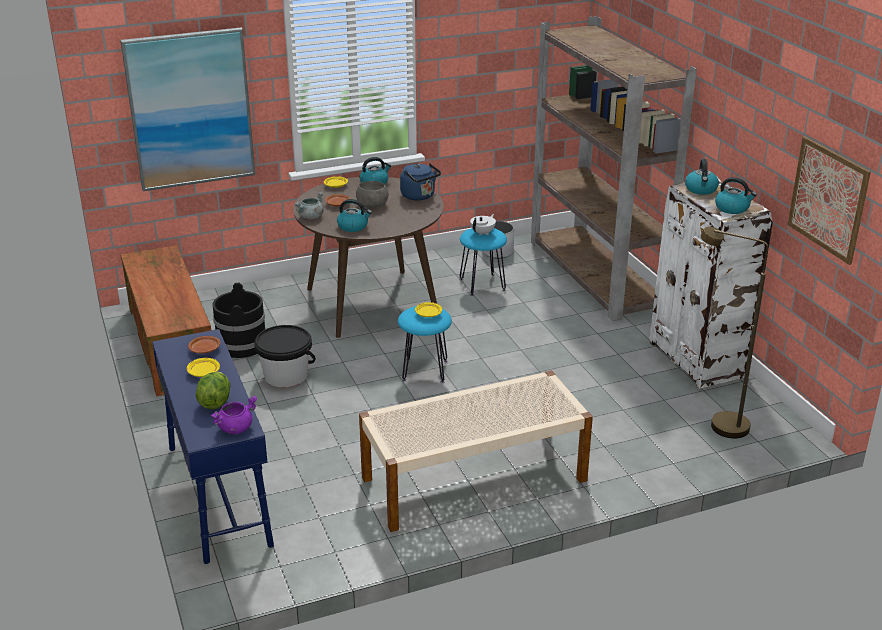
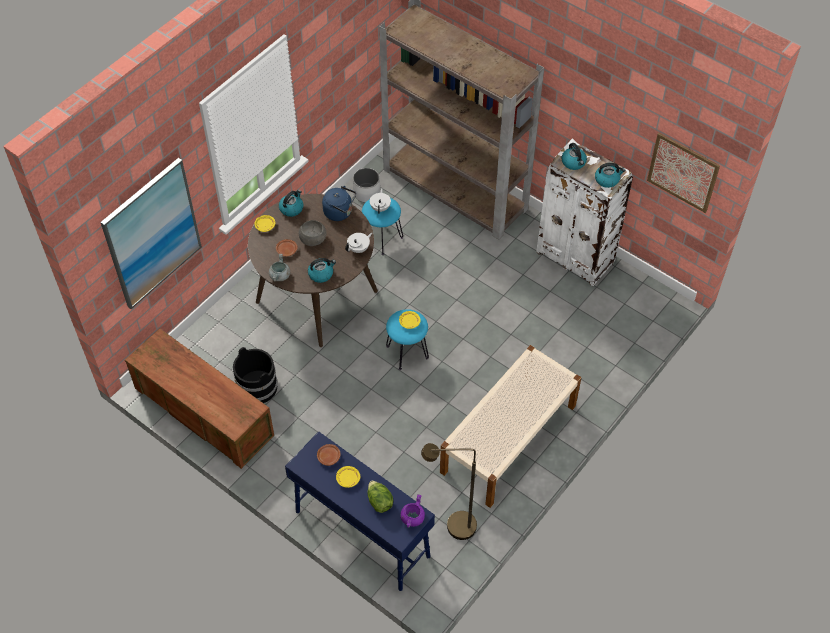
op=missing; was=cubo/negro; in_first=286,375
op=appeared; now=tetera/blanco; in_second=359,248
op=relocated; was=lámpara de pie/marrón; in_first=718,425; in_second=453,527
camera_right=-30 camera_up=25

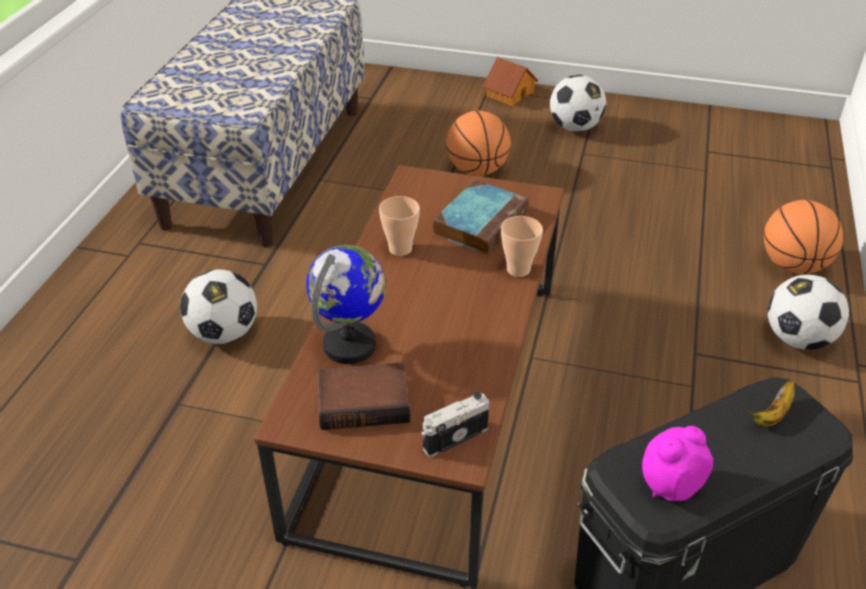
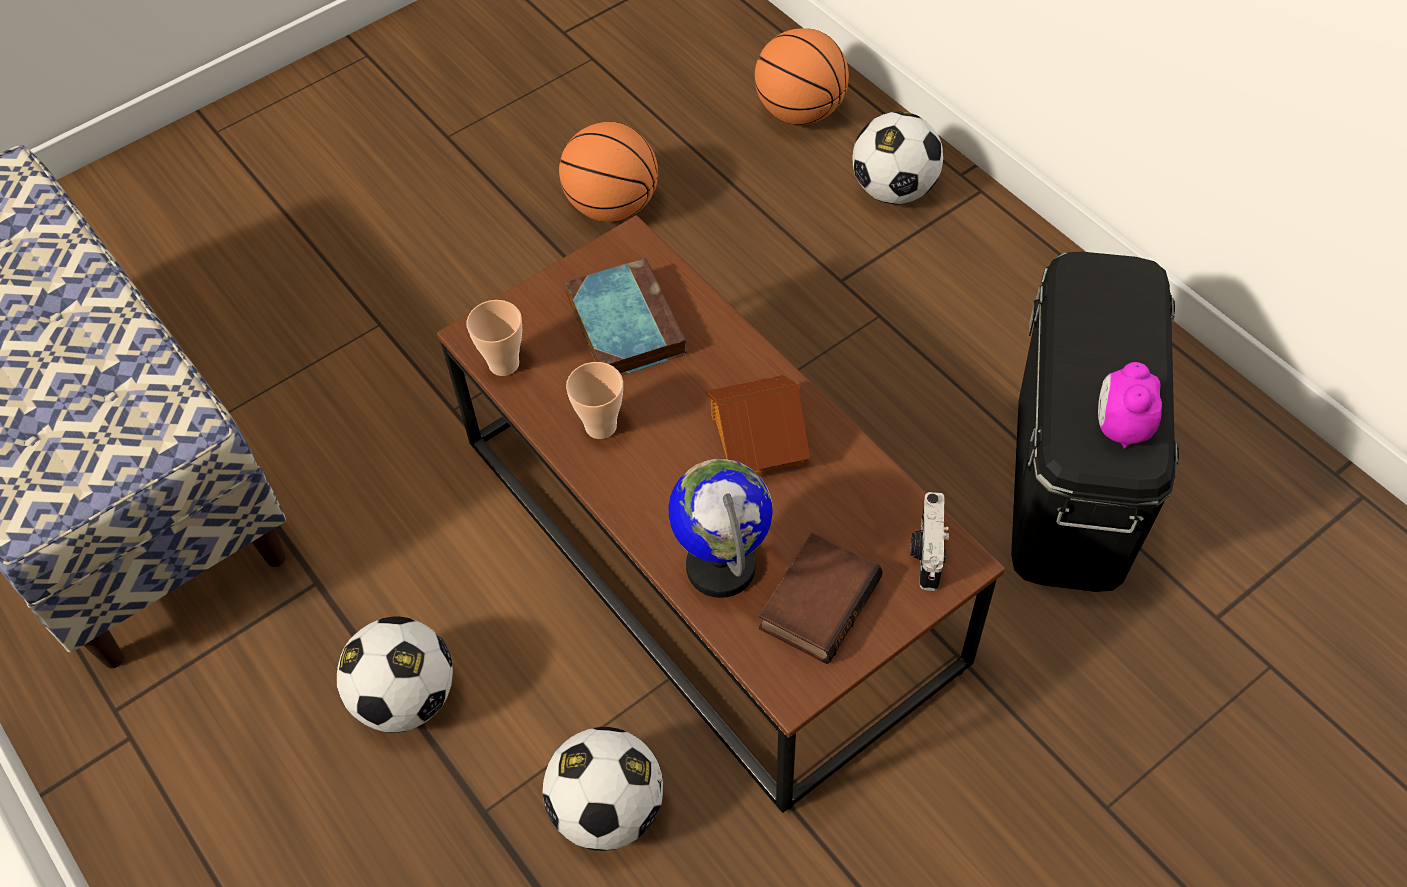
op=missing; was=plátano; in_first=772,415
op=relocated; was=balón de baloncesto; in_first=477,170; in_second=612,206
op=relocated; was=casita; in_first=509,94; in_second=755,439
op=relocated; was=taza; in_first=518,270; in_second=504,364
op=relocated; was=balón de fútbol; in_first=574,127; in_second=608,809
camera_right=-50 camera_up=15

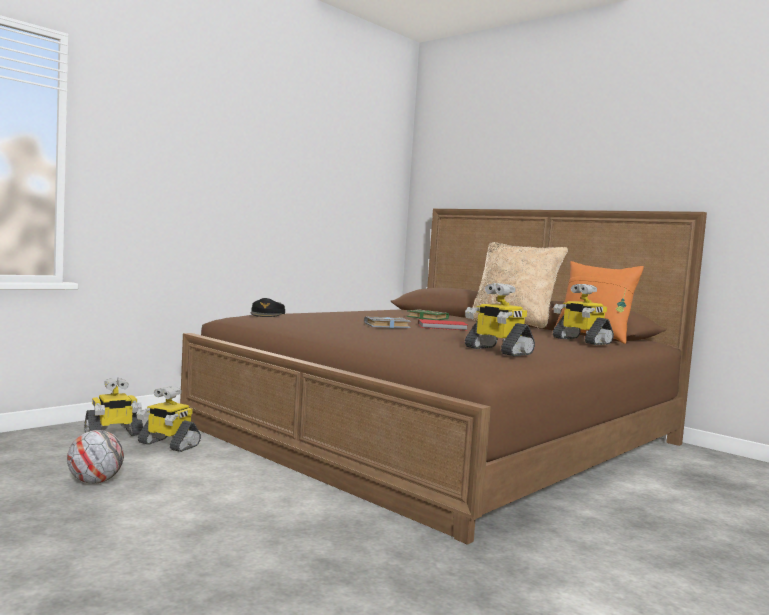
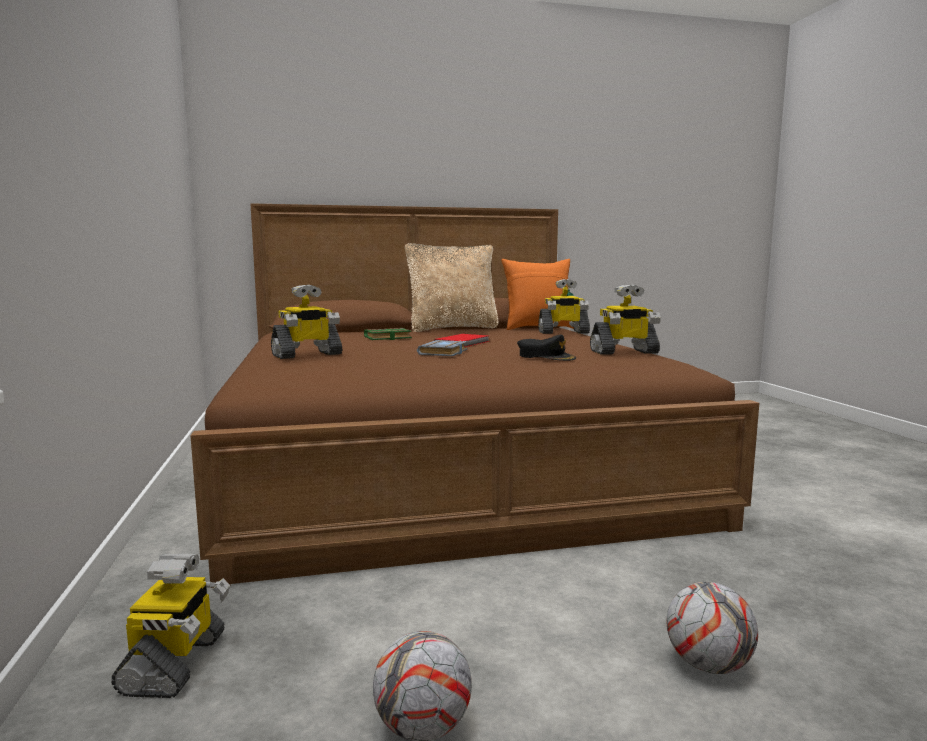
op=appeared; now=balón de fútbol; in_second=708,665
op=relocated; was=robot de juguete; in_first=167,444; in_second=307,355
op=relocated; was=gorra/negro; in_first=267,314; in_second=546,357
camera_right=-55 camera_up=5

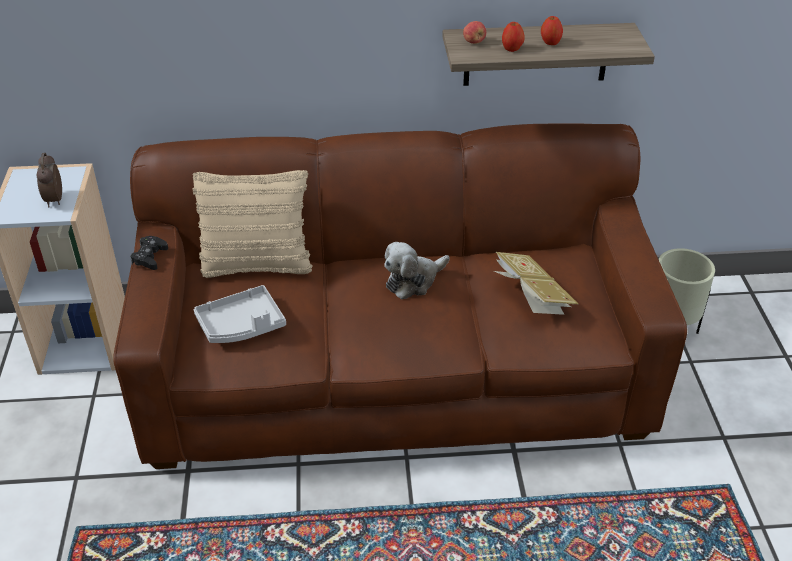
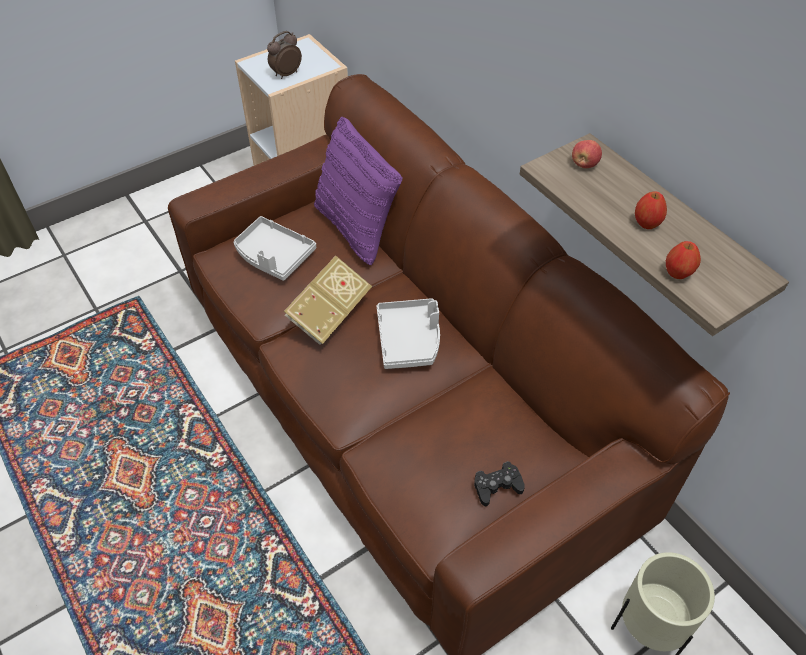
op=relocated; was=mando de consola/negro; in_first=150,257; in_second=497,486
op=relocated; was=libro; in_first=531,298; in_second=328,314
op=relocated; was=manzana; in_first=512,49; in_second=678,273
op=exchanged; was=peluche; now=bandeja/gris; in_first=413,281; in_second=409,340
op=colour; was=cojín/beis; now=cojín/morado; in_first=258,265; in_second=357,230
camera_right=60 camera_up=10

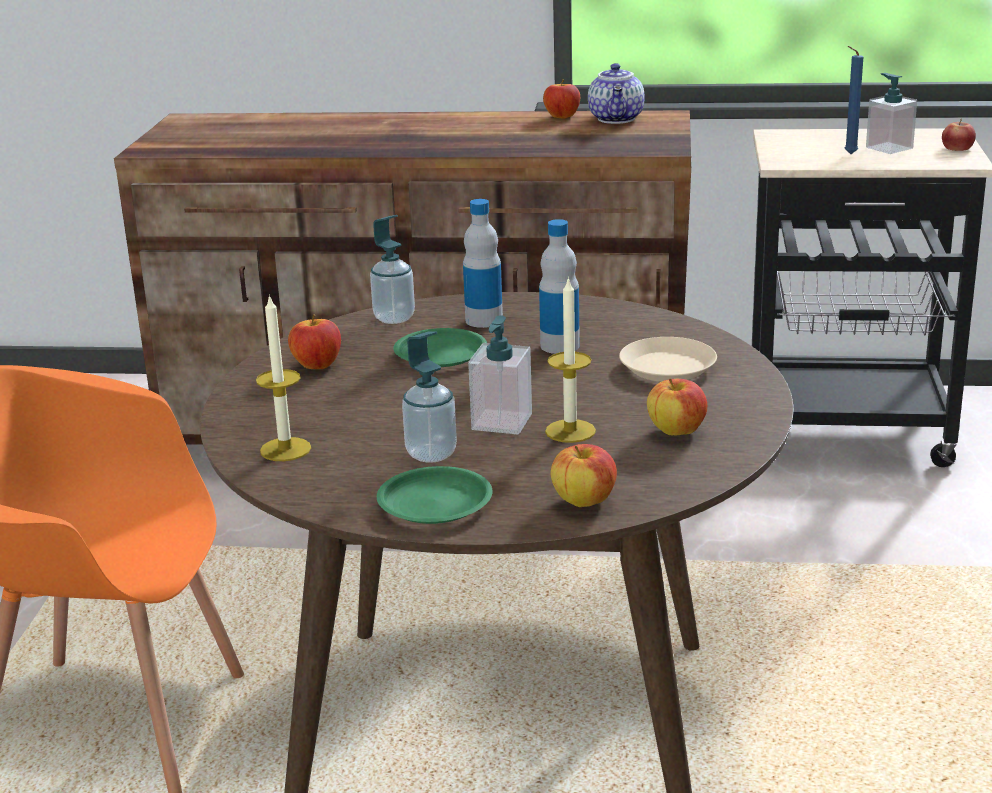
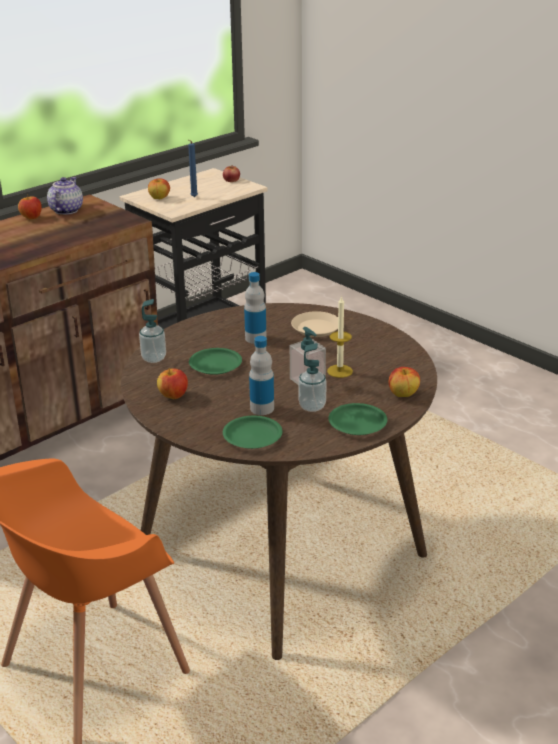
op=missing; was=dispensador de jabón; in_first=889,148
op=relocated; was=botella; in_first=484,320; in_second=262,408
op=relocated; was=manzana; in_first=676,432; in_second=159,198
op=exchanged; was=vela; now=plato/verde; in_first=285,449; in_second=252,436
op=spun; was=tetera; in_first=617,119; in_second=65,210; clockwise=-120
camera_right=-50 camera_up=5

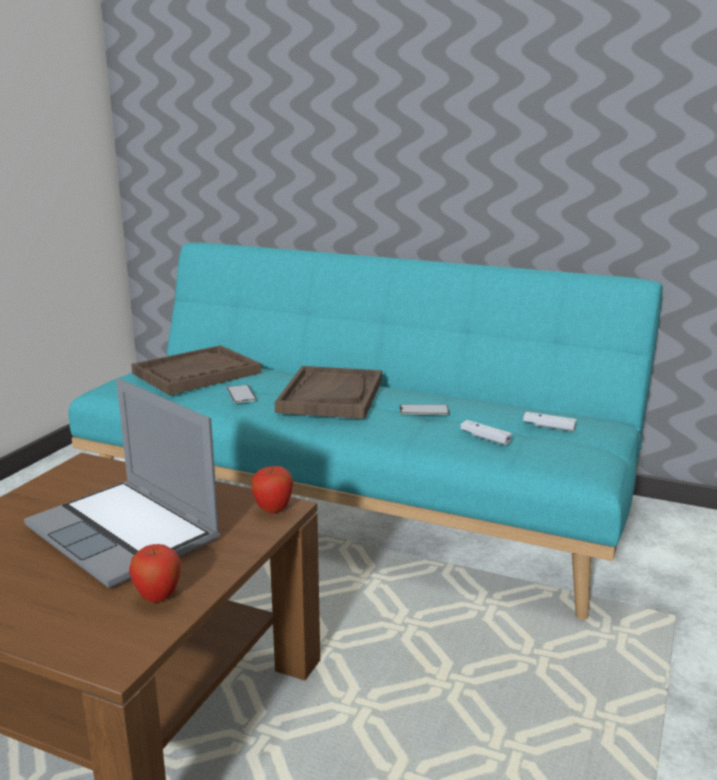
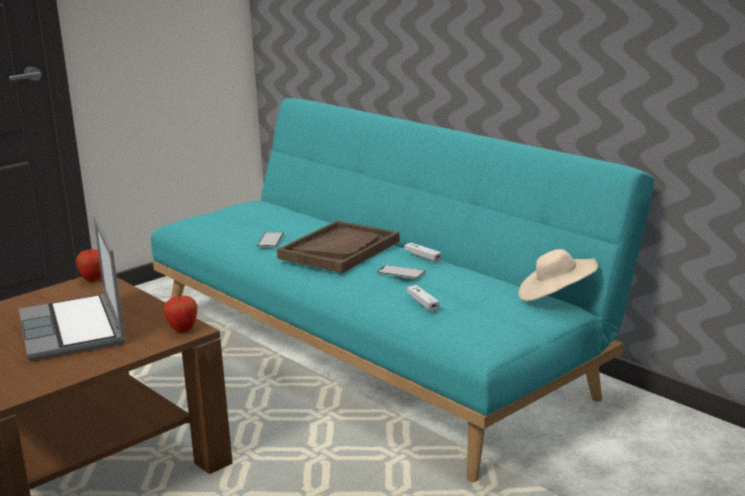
op=missing; was=bandeja/marrón; in_first=196,373
op=appeared; now=sombrero/beis; in_second=555,296
op=relocated; was=manzana; in_first=158,597; in_second=93,280
op=relocated; was=mando de consola/blanco; in_first=549,427; in_second=422,257
camera_right=25 camera_up=0

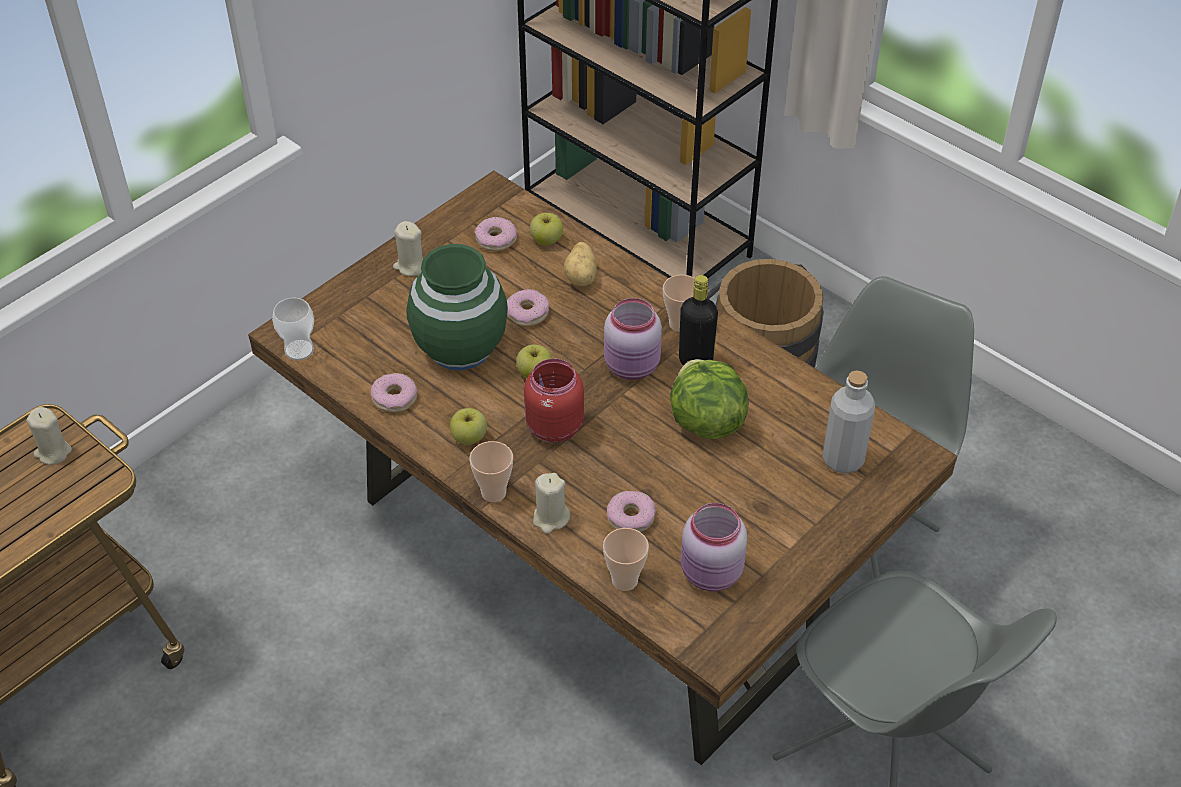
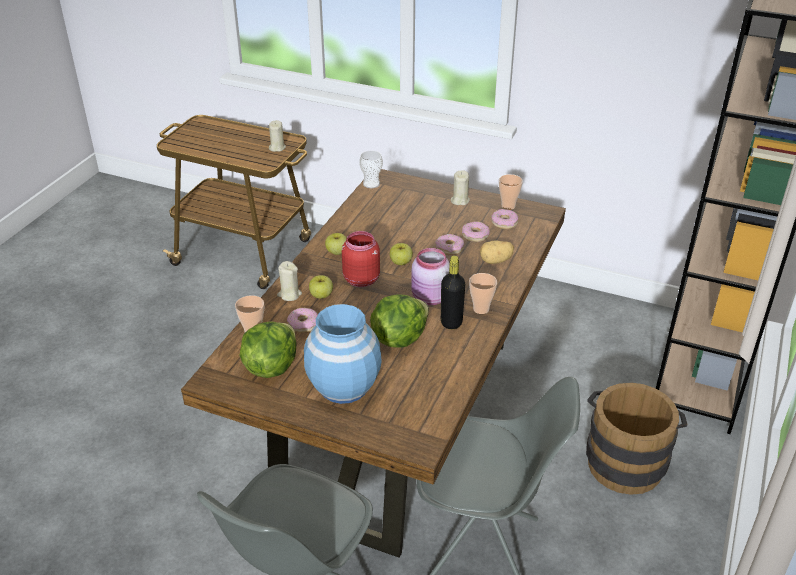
op=missing; was=florero/verde; in_first=460,347
op=missing; was=botella/gris; in_first=843,459
op=appeared; now=florero/azul; in_second=343,386
op=relocated; was=rosquilla; in_first=394,398; in_second=475,235
op=relocated; was=taza; in_first=493,493; in_second=508,206
op=relocated; was=manzana; in_first=547,240; in_second=321,295
op=exchanged; was=tarro/rosa; now=lechuga; in_first=711,574; in_second=270,366
camera_right=70 camera_up=-10

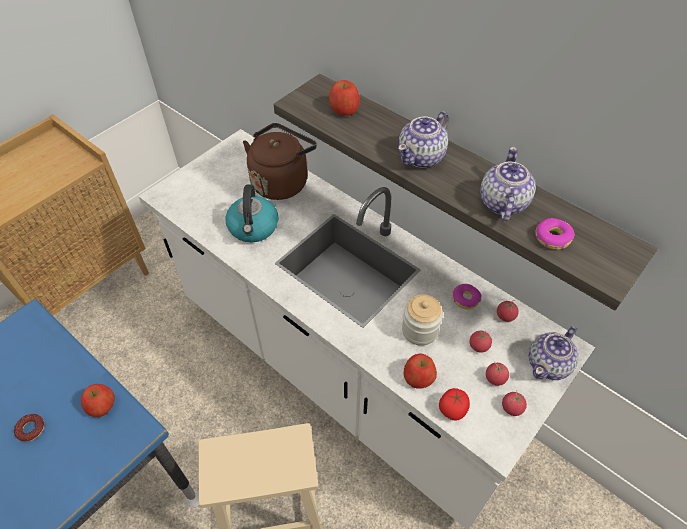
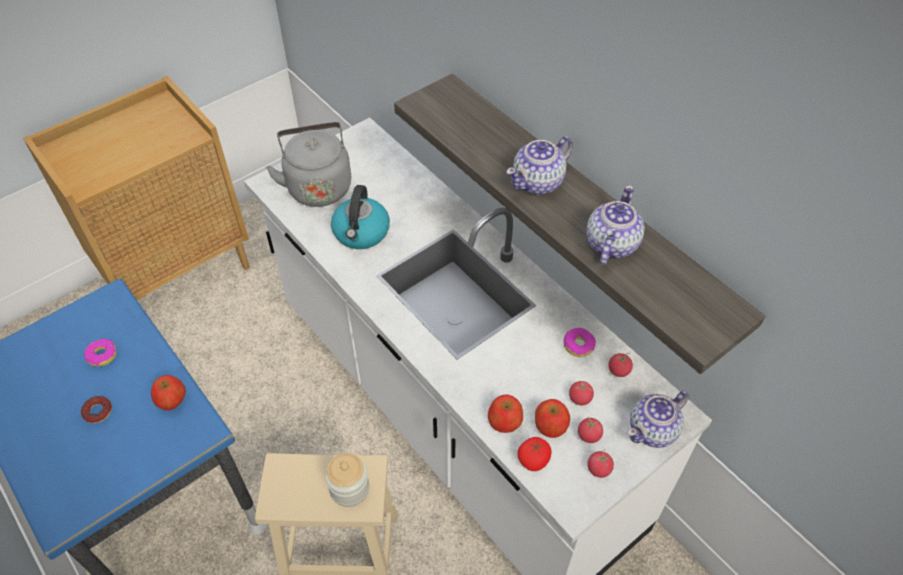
op=missing; was=hervidor/marrón; in_first=281,181
op=appeared; now=hervidor/gris; in_second=318,185
op=relocated; was=manzana; in_first=344,109; in_second=551,425
op=relocated; was=tarro; in_first=419,330; in_second=349,488
op=relocated; was=rosquilla; in_first=552,238; in_second=102,355
camera_right=10 camera_up=0

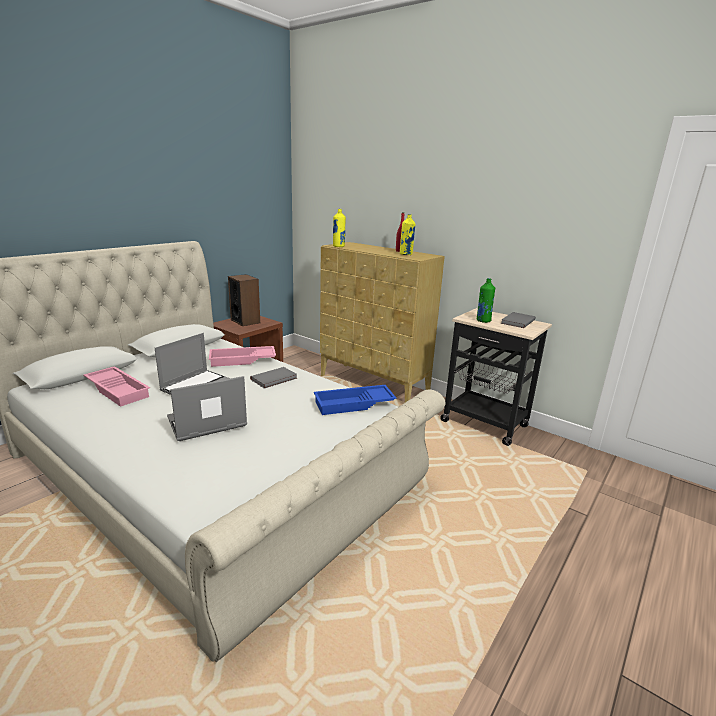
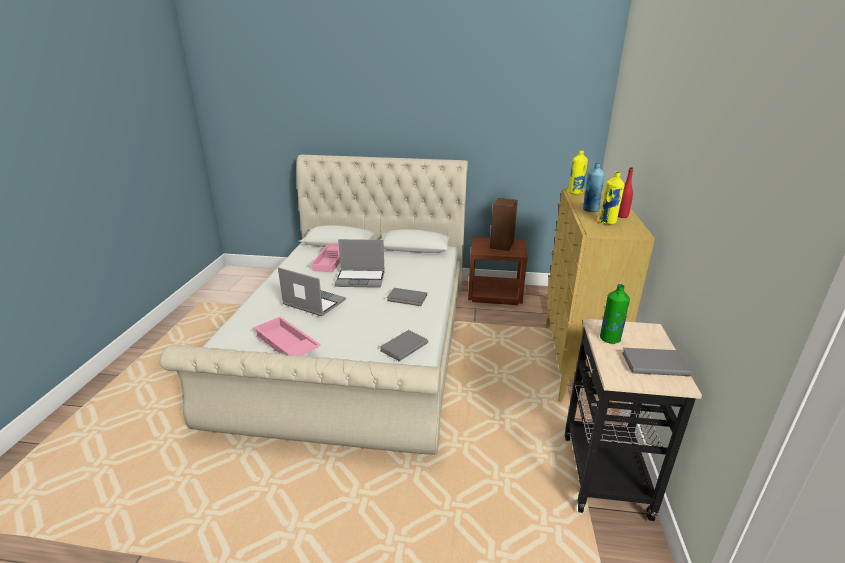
op=appeared; now=botella/azul; in_second=590,210
op=relocated; was=bandeja/rosa; in_first=242,360; in_second=285,344
op=exchanged; was=bandeja/azul; now=libro/gris; in_first=354,404; in_second=403,347
camera_right=60 camera_up=5

